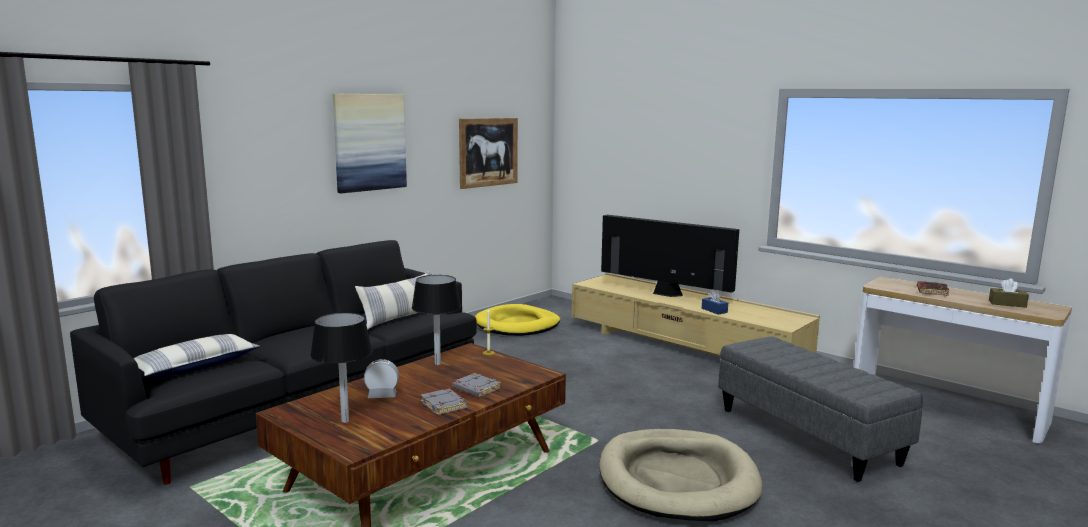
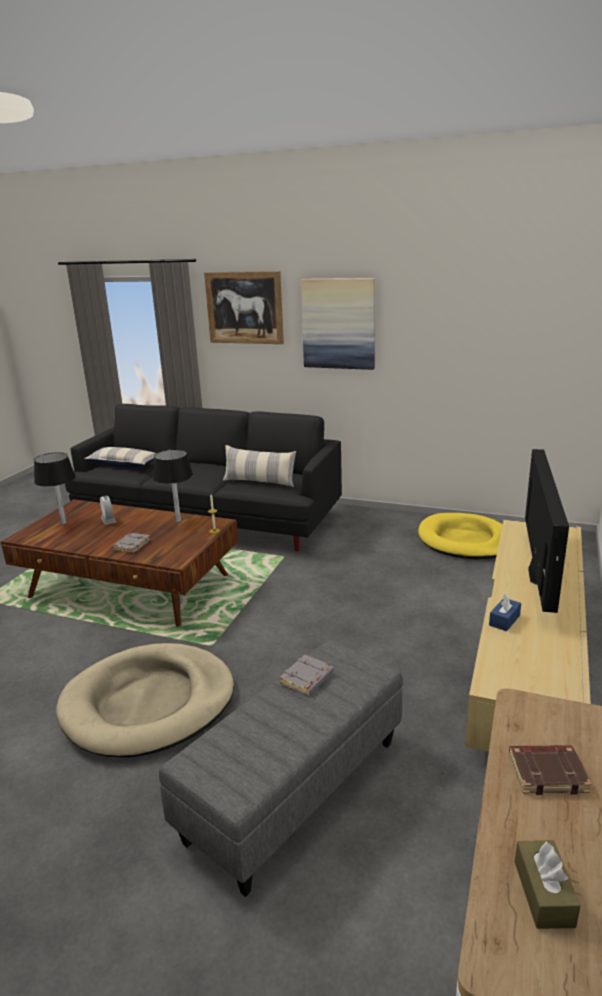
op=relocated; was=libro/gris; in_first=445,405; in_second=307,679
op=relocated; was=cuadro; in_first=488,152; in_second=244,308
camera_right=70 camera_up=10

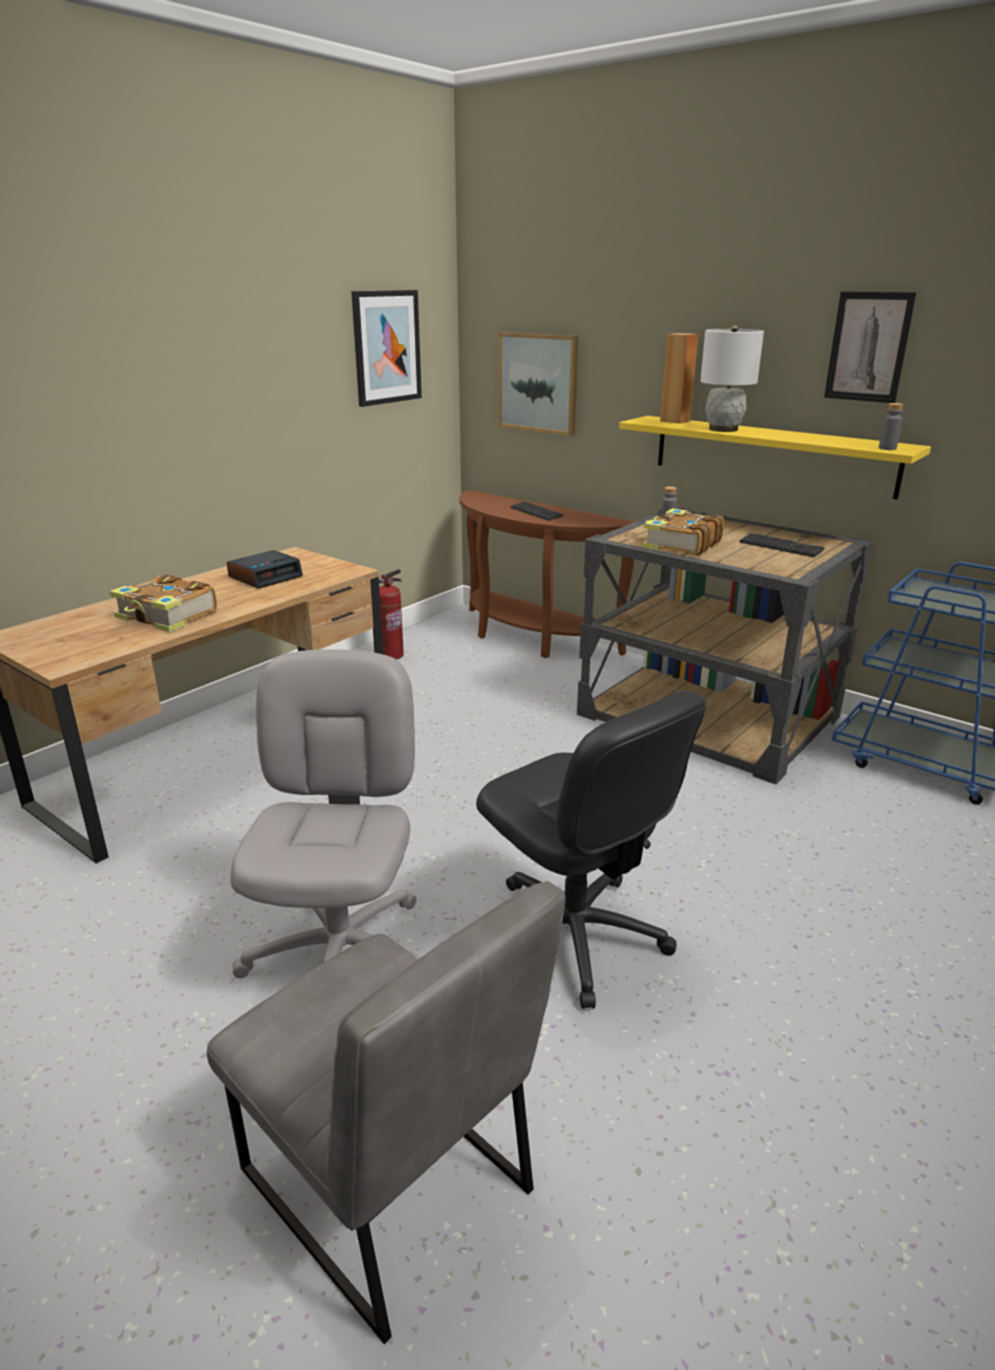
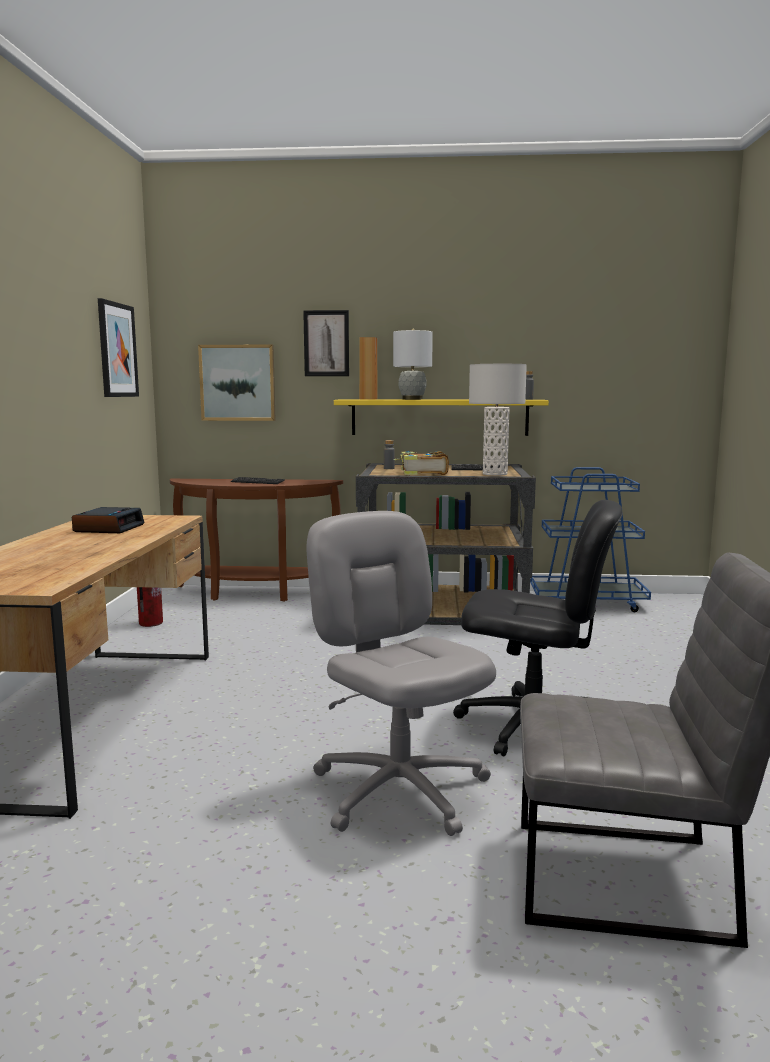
op=missing; was=libro; in_first=167,616
op=appeared; now=lámpara de mesa/blanco; in_second=494,474
op=relocated; was=cuadro; in_first=868,347; in_second=326,343
camera_right=-35 camera_up=-15

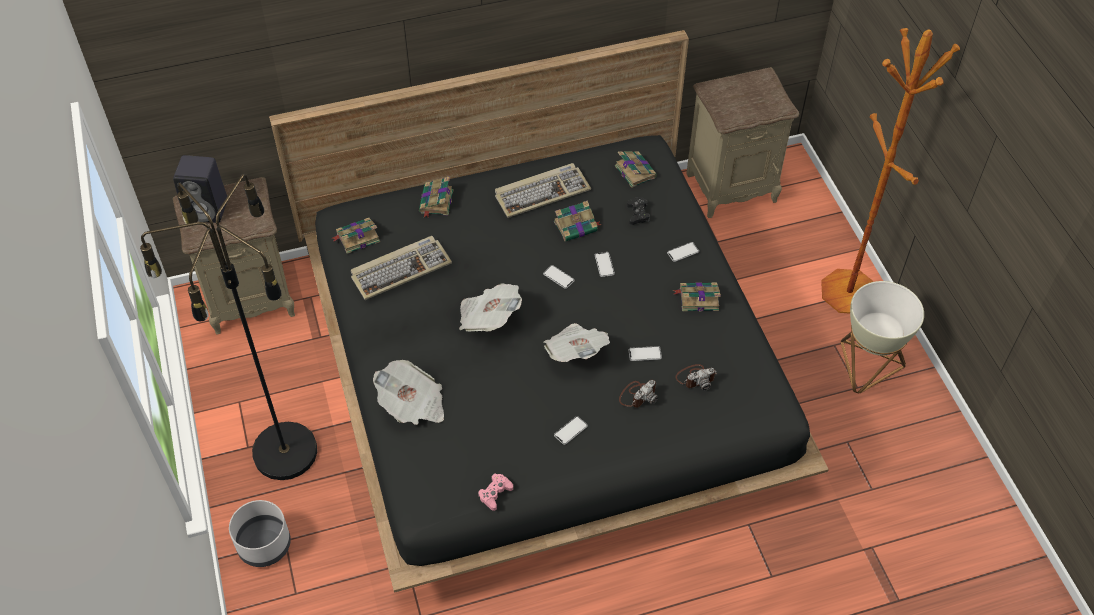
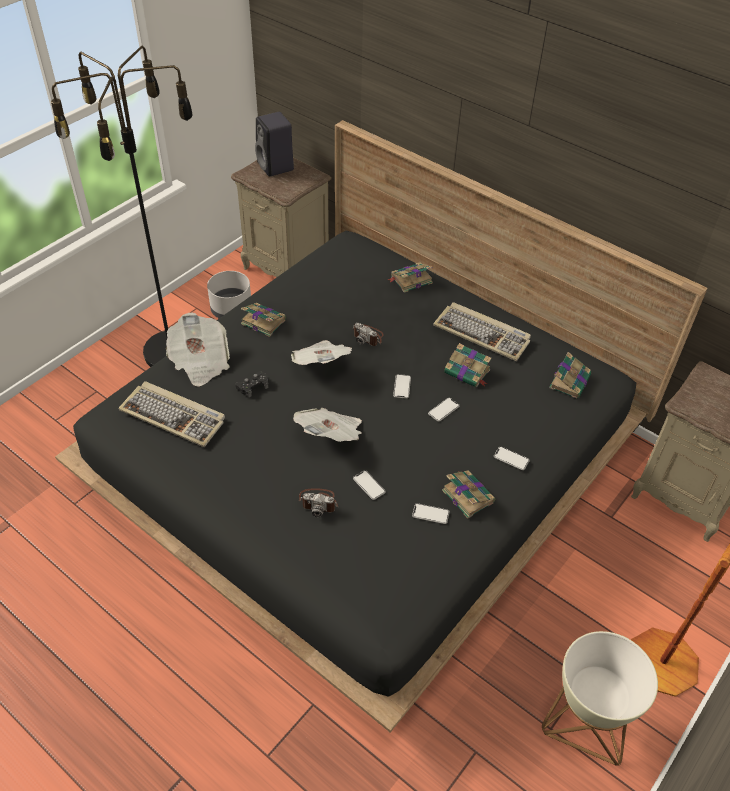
op=missing; was=mando de consola/rosa; in_first=495,493
op=relocated; was=maceta/gris; in_first=264,545; in_second=231,309
op=relocated; was=libro; in_first=357,238; in_second=262,321
op=relocated; was=teclado; in_first=401,269; in_second=174,416
op=relocated; was=móvil; in_first=570,431; in_second=430,514
op=relocated; was=mando de consola/negro; in_first=638,214; in_second=253,386
op=relocated; was=cámara; in_first=696,378; in_second=368,336
camera_right=55 camera_up=-5

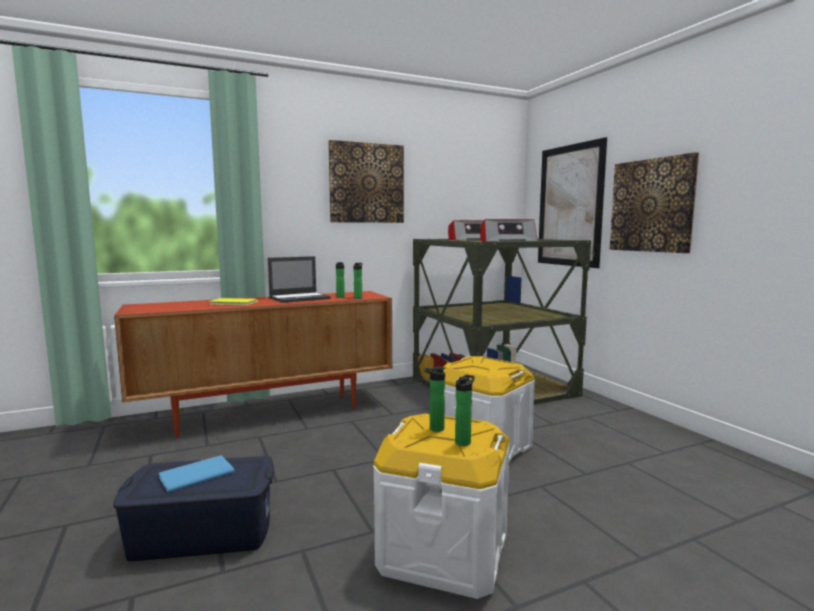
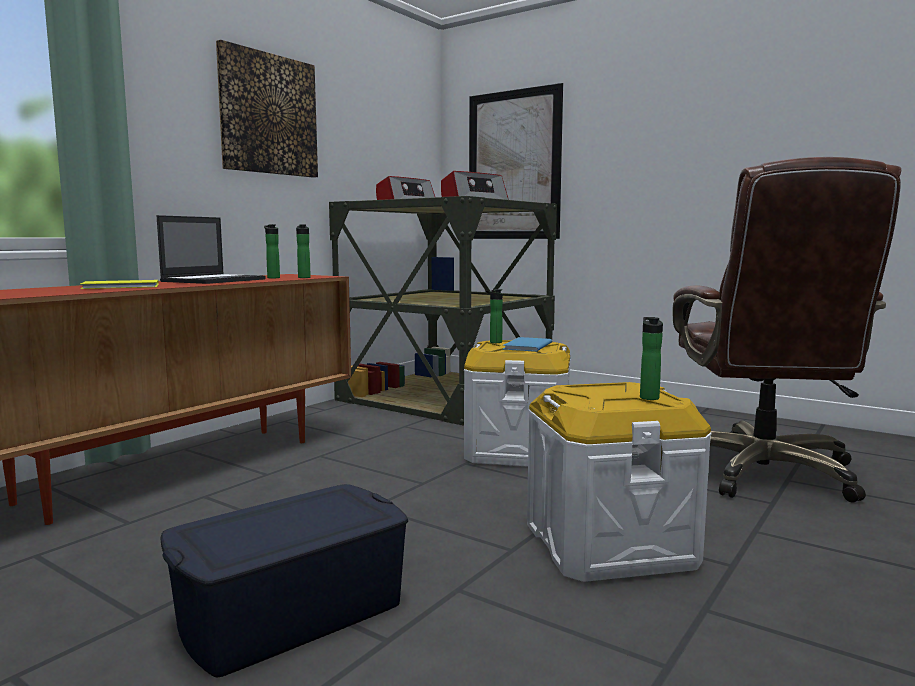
op=missing; was=cuadro; in_first=651,205
op=appeared; now=silla de oficina/marrón; in_second=762,470
op=relocated; was=libro/azul; in_first=194,475; in_second=525,346
op=relocated; was=botella; in_first=434,429; in_second=494,342
camera_right=-30 camera_up=0

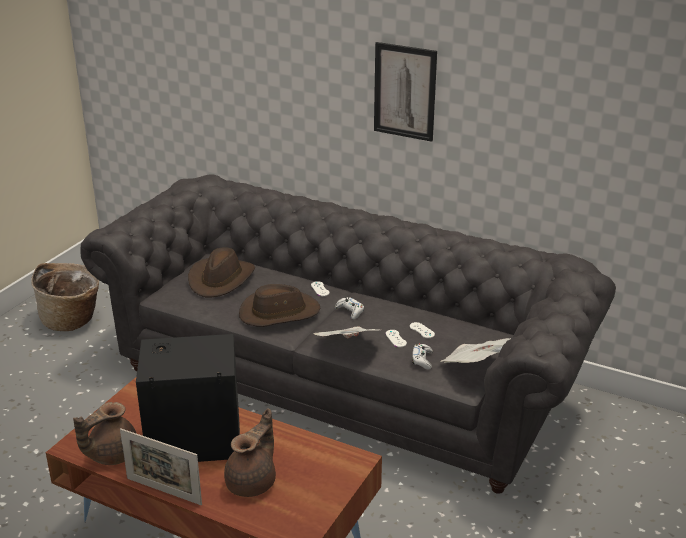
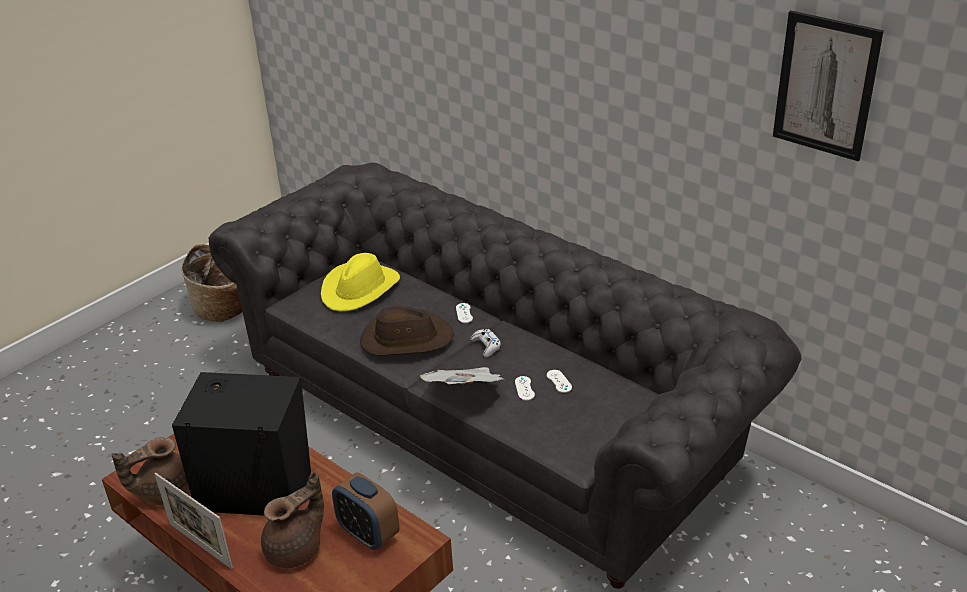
op=missing; was=mando de consola/blanco; in_first=422,360
op=missing; was=periódico; in_first=477,366
op=appeared; now=despertador; in_second=368,534
op=relocated; was=cuadro; in_first=405,91; in_second=825,86
op=colour; was=sombrero/marrón; now=sombrero/amarillo; in_first=221,279; in_second=360,289
camera_right=15 camera_up=5

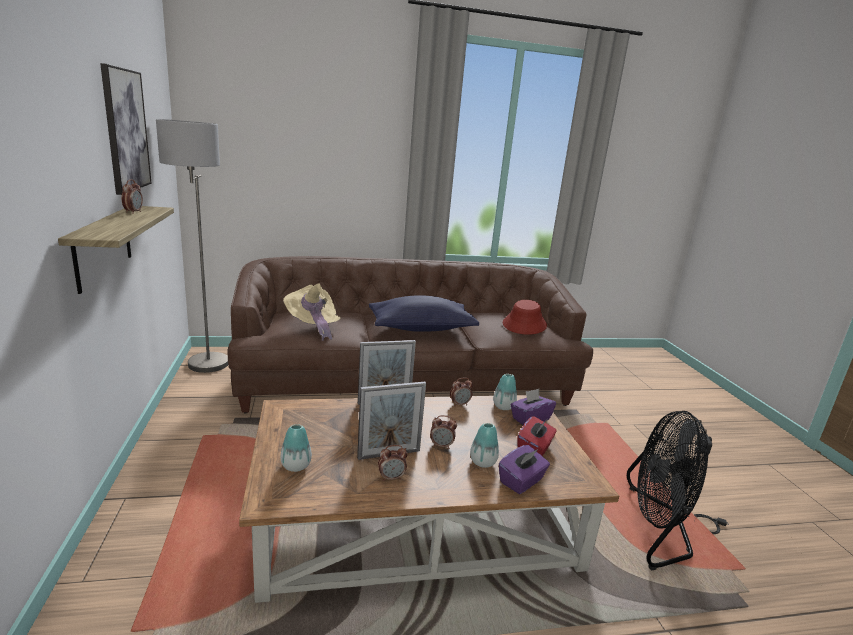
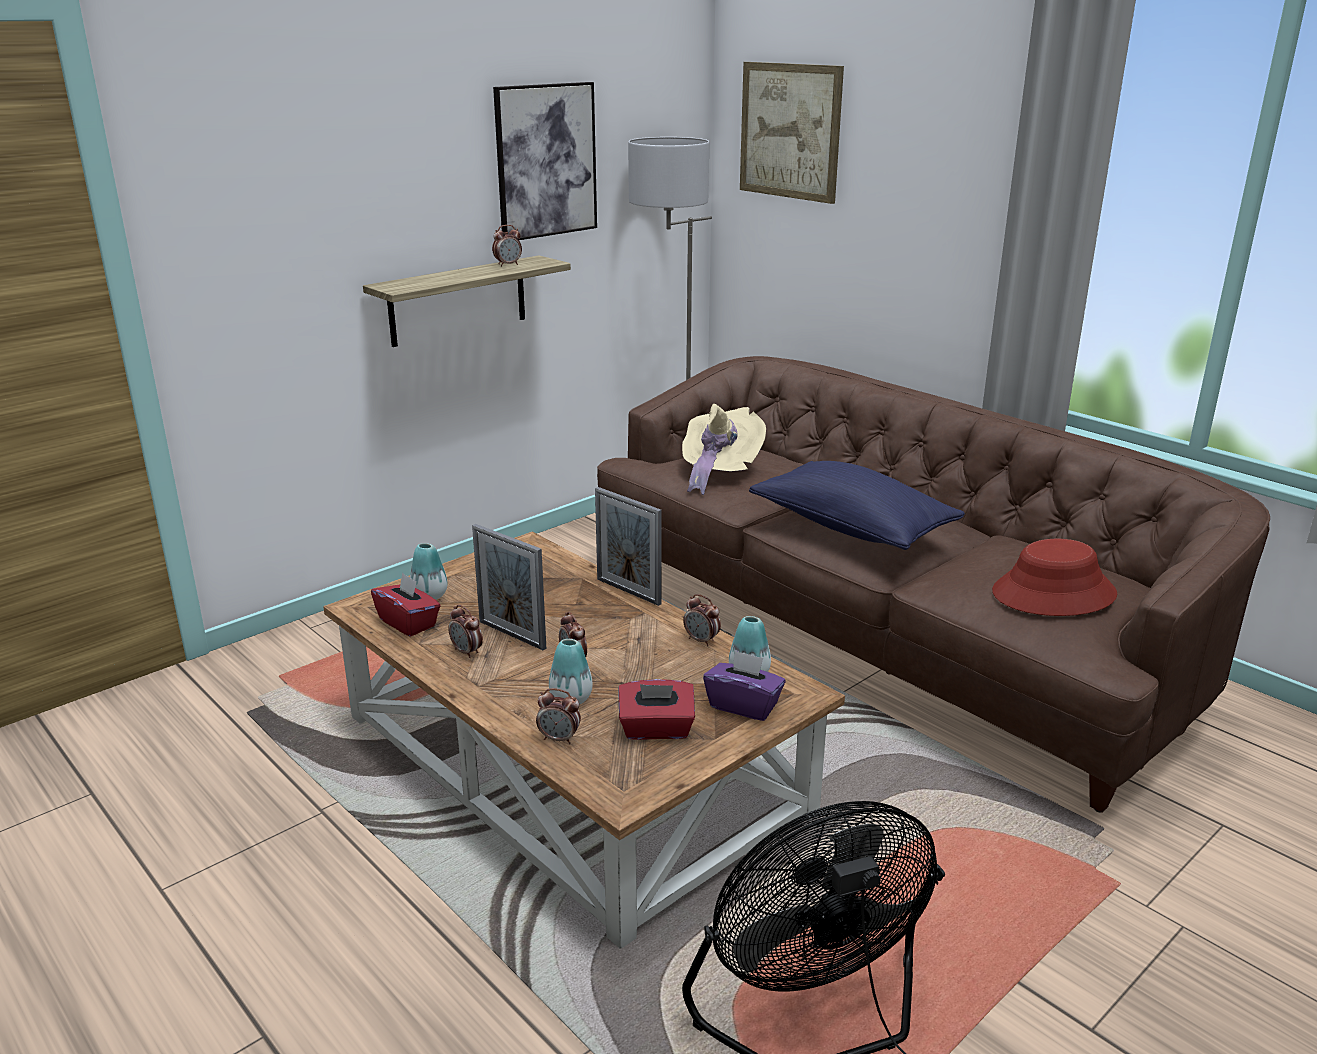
op=appeared; now=caja de pañuelos/rojo; in_second=408,623
op=appeared; now=cuadro; in_second=790,131
op=exchanged; was=caja de pañuelos/morado; now=despertador; in_first=521,481; in_second=559,738
camera_right=60 camera_up=5

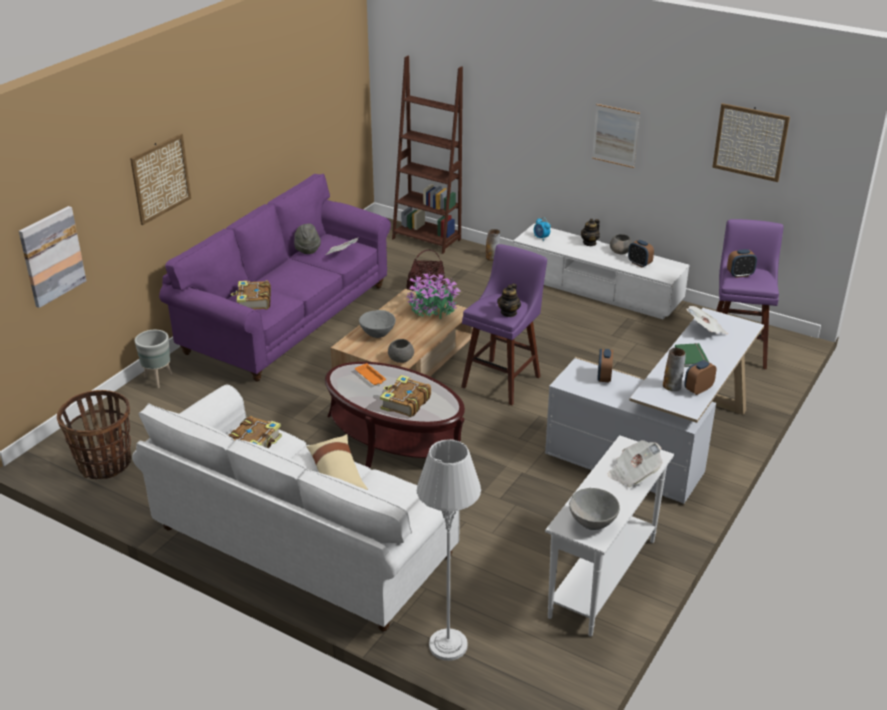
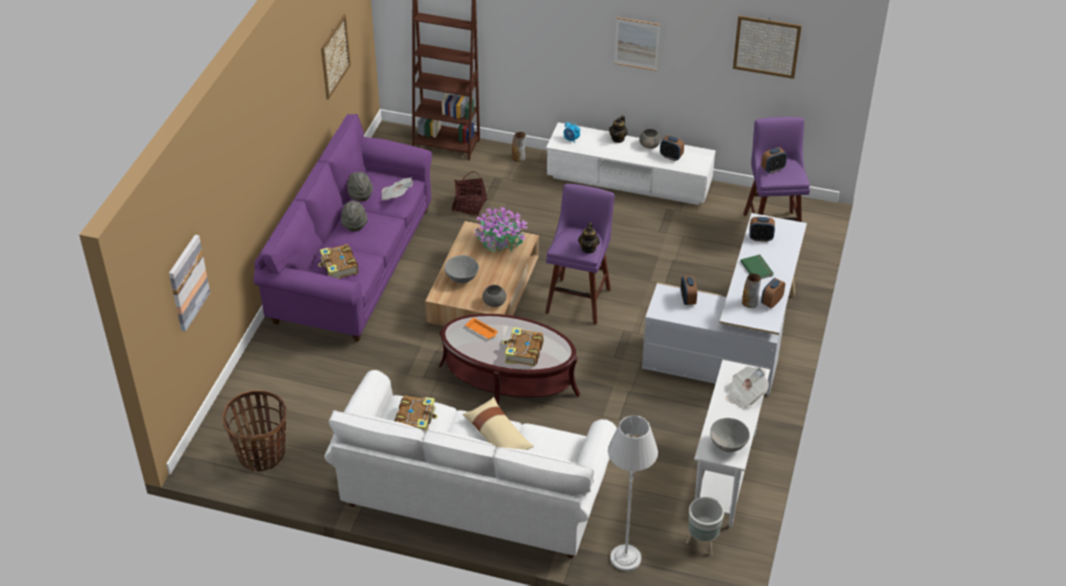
op=appeared; now=sombrero/gris; in_second=354,224
op=relocated; was=cuadro; in_first=160,177; in_second=335,55
op=relocated; was=maceta/gris; in_first=158,379; in_second=702,543
op=exchanged; was=periódico; now=despertador; in_first=705,330; in_second=760,238
camera_right=-15 camera_up=10

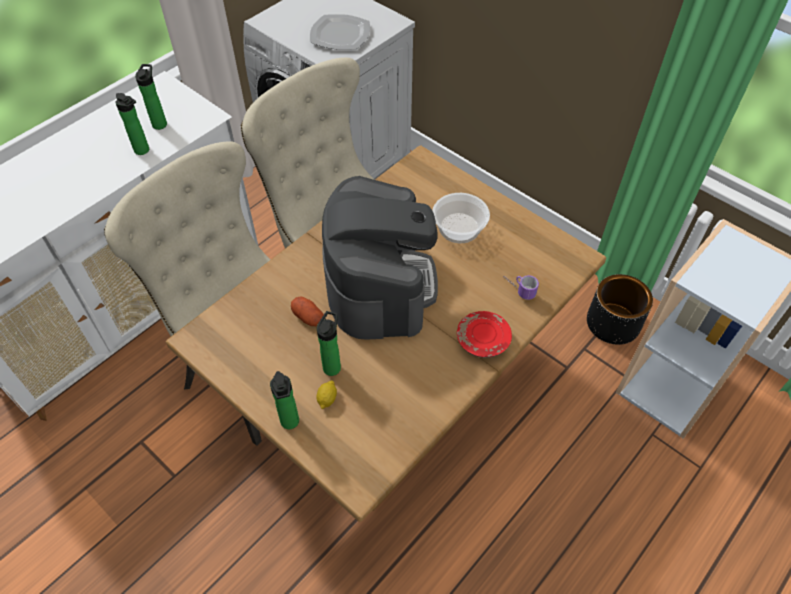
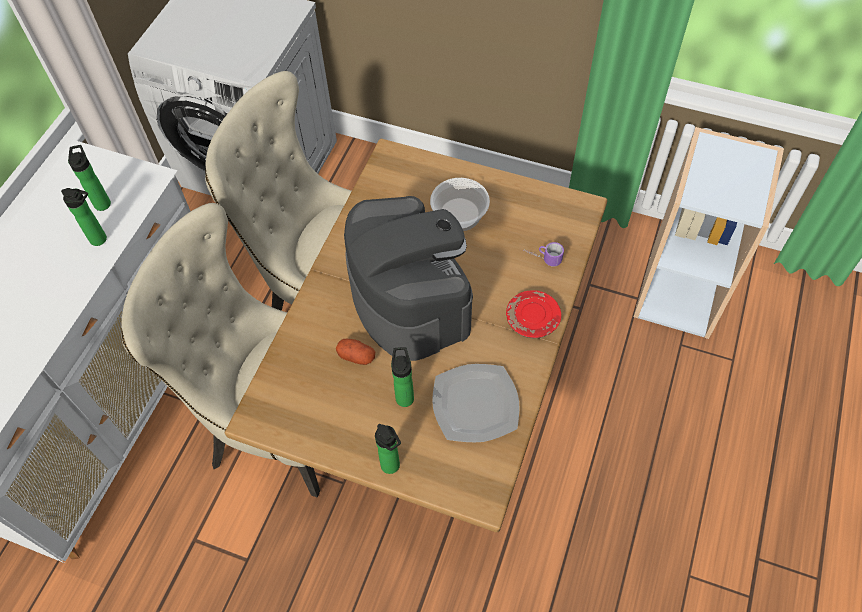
op=missing; was=limón; in_first=327,399
op=missing; was=maceta/negro; in_first=612,323
op=relocated; was=plato; in_first=340,35; in_second=476,405
camera_right=-20 camera_up=5

